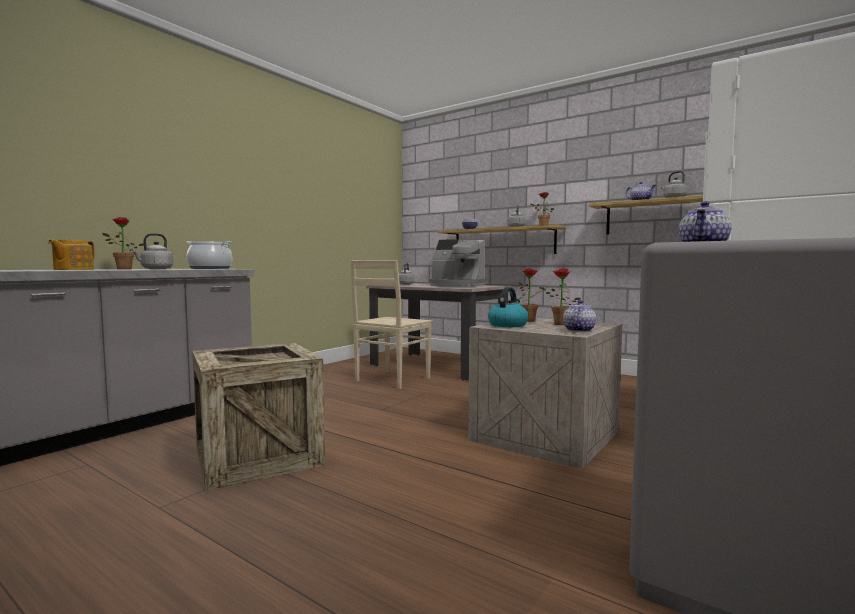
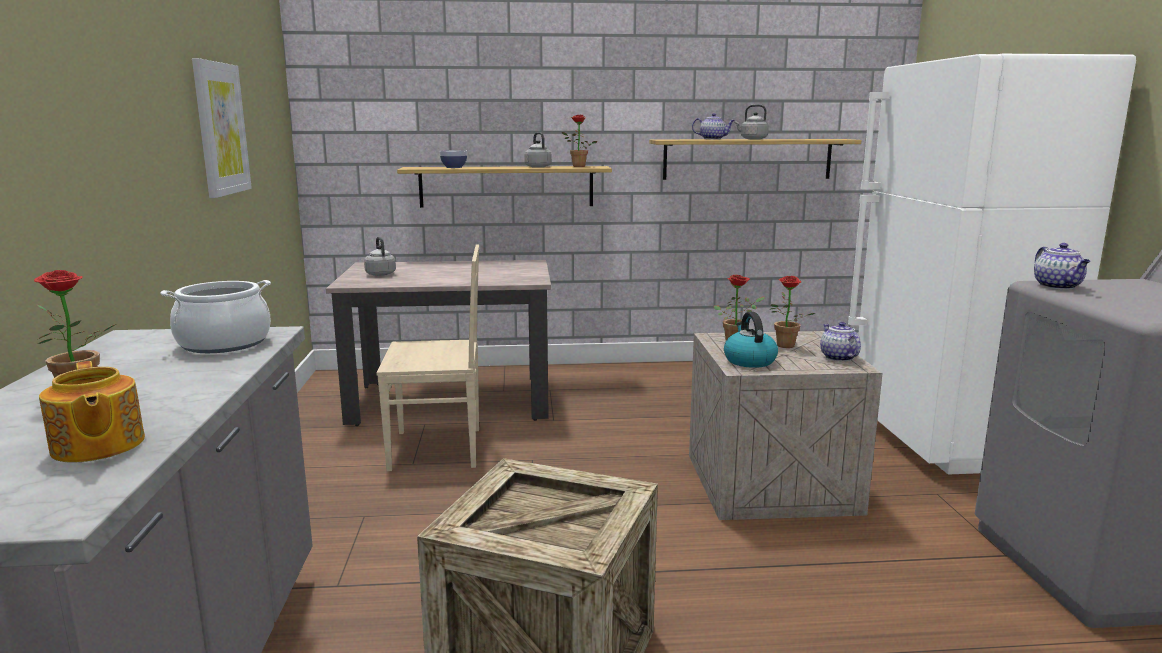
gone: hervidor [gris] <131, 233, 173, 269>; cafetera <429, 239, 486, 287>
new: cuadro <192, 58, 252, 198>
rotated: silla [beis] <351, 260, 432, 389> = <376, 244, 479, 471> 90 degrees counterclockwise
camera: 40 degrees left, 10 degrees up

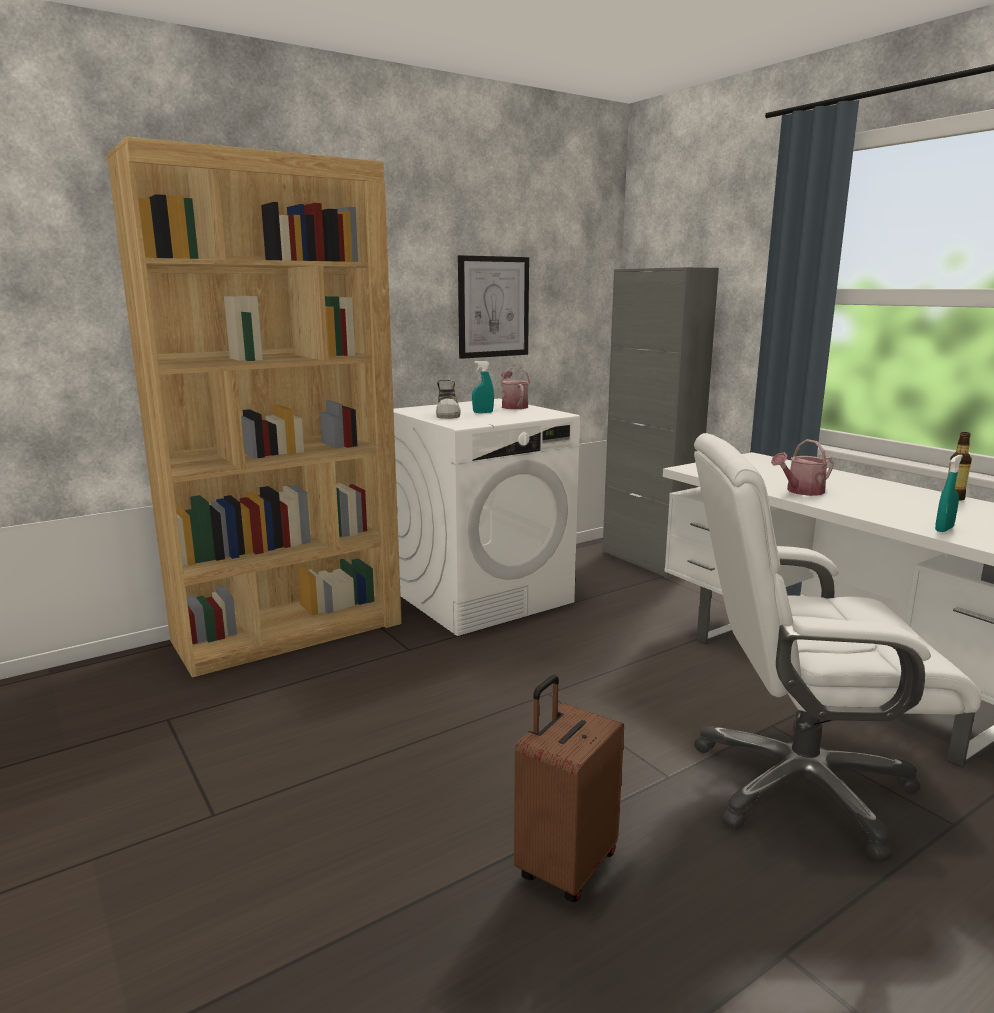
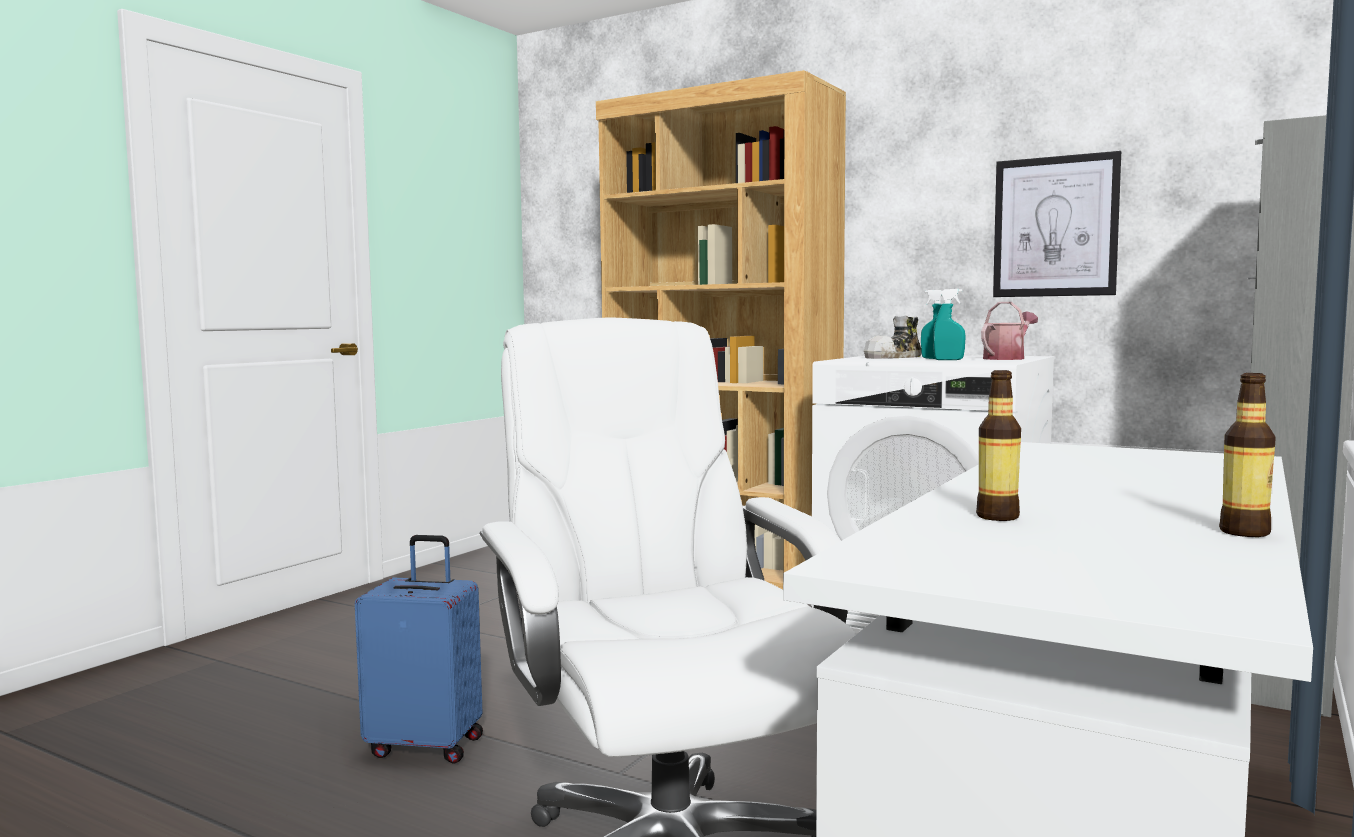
gone: regadera <771, 439, 834, 496>
new: botella <976, 370, 1021, 521>
shifted: pulverizador [turquesa] <935, 455, 963, 532> to <933, 289, 966, 360>
repainted: maleta [marrón] <514, 675, 624, 902> to maleta [azul] <355, 535, 483, 763>
camera: 65 degrees right, 10 degrees down

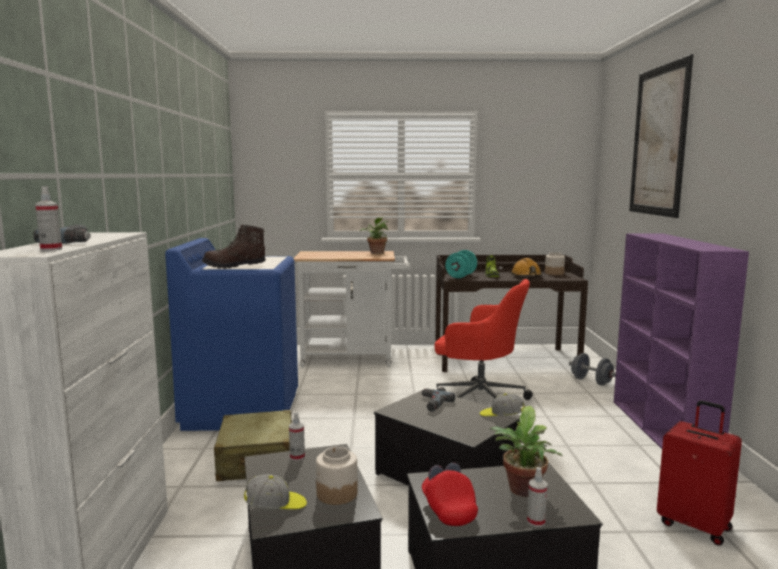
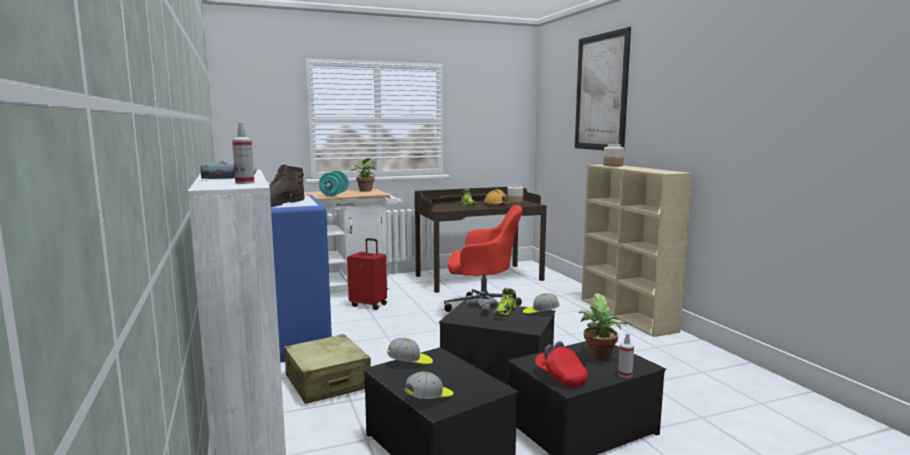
gone: mancuerna [gris] <569, 353, 616, 386>
new: zapato <494, 288, 517, 319>
shifted: mancuerna [turquesa] <445, 250, 477, 278> to <319, 170, 349, 196>; maleta [rojo] <657, 400, 742, 545> to <347, 238, 387, 310>; tarro <316, 447, 358, 505> to <603, 144, 624, 166>
swapped: pulverizador <289, 412, 305, 461> to gorra <387, 338, 433, 364>
repainted: estantería [morado] <614, 233, 749, 449> to estantería [beis] <581, 164, 693, 337>
camera: 20 degrees left, 0 degrees up

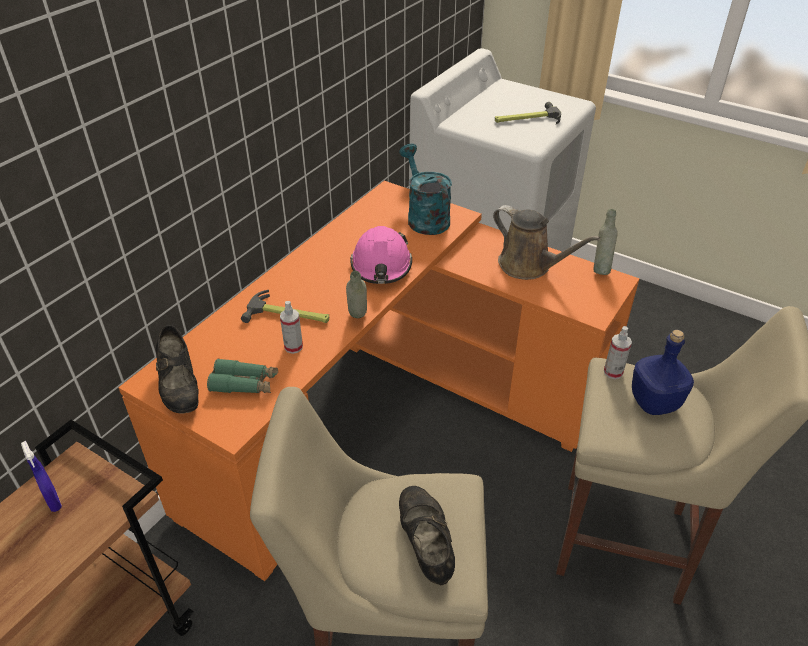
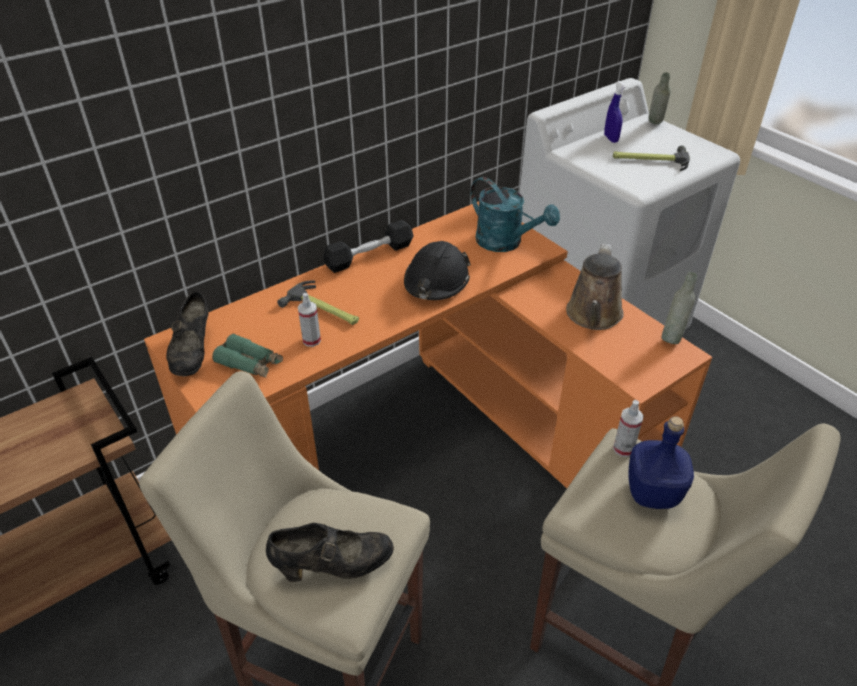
new: mancuerna [negro] <323, 220, 414, 273>
shifted: pulverizador [azul] <21, 441, 62, 512> to <604, 81, 626, 143>; botella [gris] <346, 270, 367, 318> to <649, 72, 671, 124>
repainted: casco [rosa] <350, 226, 412, 284> to casco [negro] <404, 241, 471, 300>
rotated: zapato [negro] <399, 486, 455, 585> = <266, 523, 394, 582> 75 degrees clockwise; regadera [turquesa] <399, 144, 452, 235> = <470, 177, 560, 252> 135 degrees clockwise; regadera [marrón] <493, 205, 600, 280> = <566, 244, 624, 330> 45 degrees clockwise
camera: 20 degrees right, 0 degrees up

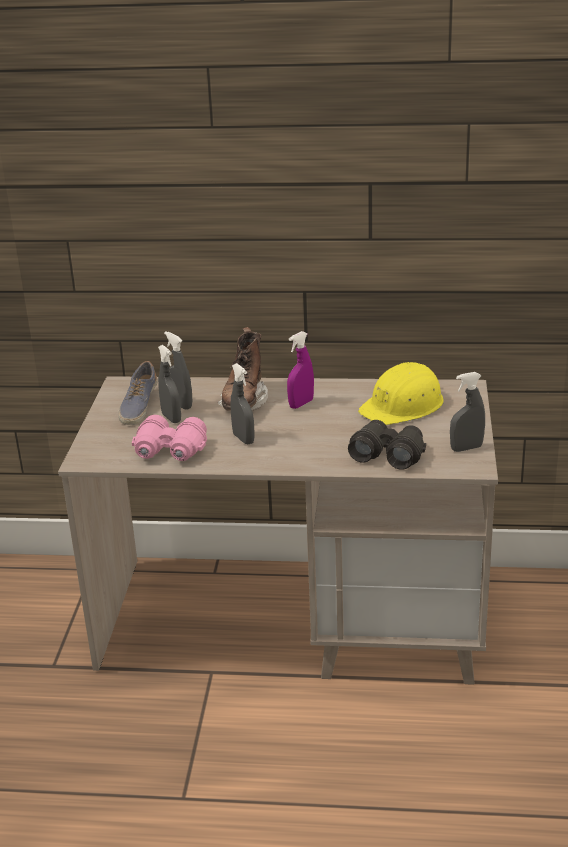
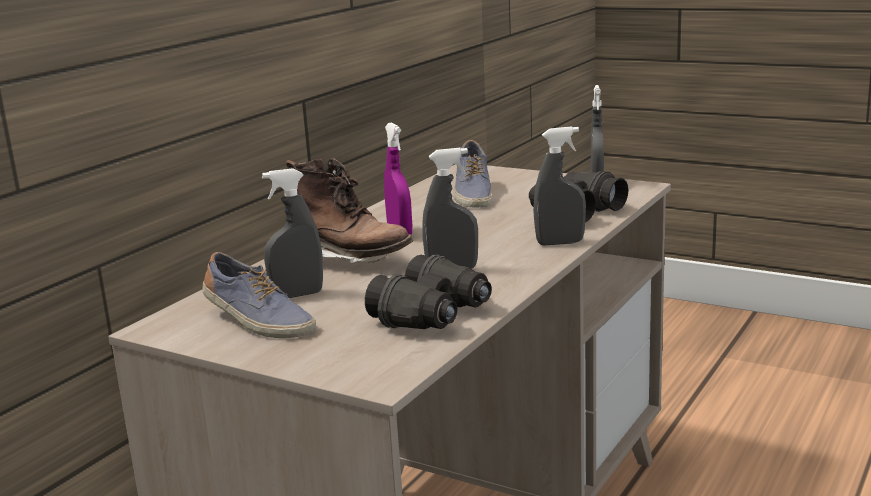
shifted: pulverizador [gris] <158, 345, 181, 423> to <533, 126, 586, 246>
swapped: casco [amarillo] <358, 362, 444, 425> to zapato <454, 140, 492, 207>
repainted: prismáticos [rosa] <132, 415, 207, 461> to prismáticos [negro] <365, 254, 492, 329>
camera: 65 degrees left, 10 degrees down

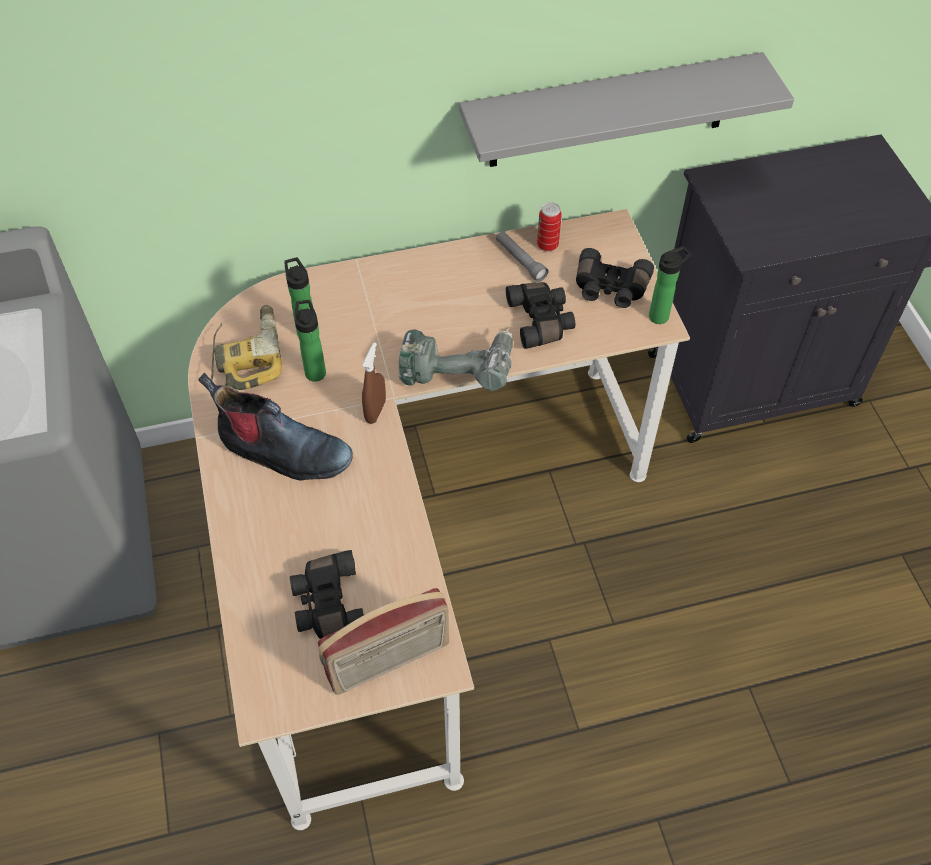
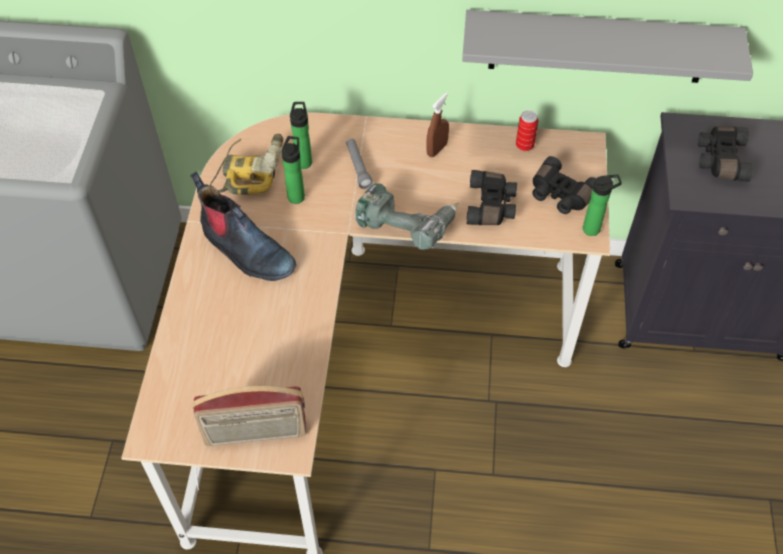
shifted: linterna [gris] <496, 231, 549, 282> to <346, 139, 373, 189>; pulverizador [marrón] <362, 343, 386, 424> to <426, 93, 449, 157>; prismáticos [negro] <290, 550, 364, 639> to <698, 127, 753, 182>
camera: 20 degrees right, 0 degrees up

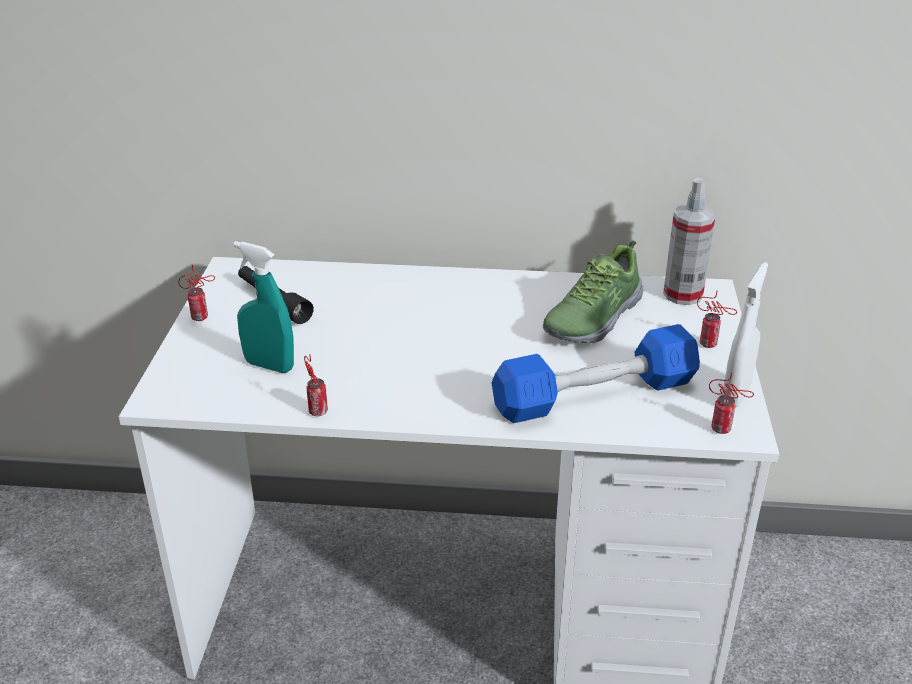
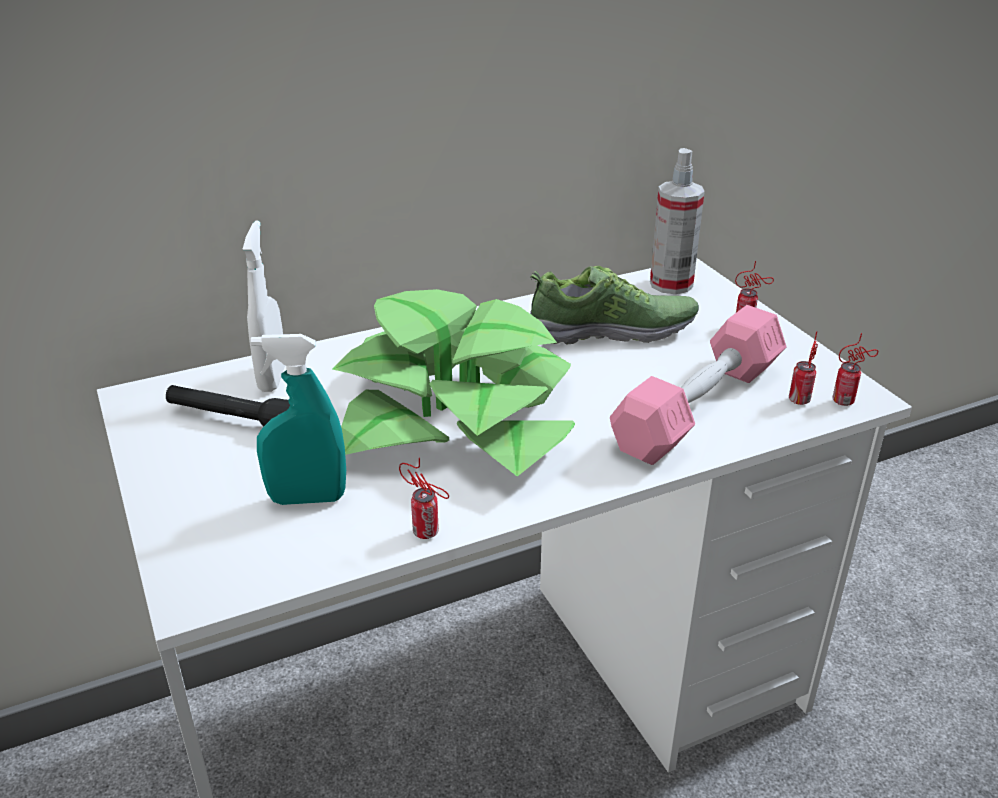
new: planta en maceta <333, 289, 575, 476>
shifted: pulverizador [blanco] <722, 262, 768, 408> to <243, 221, 285, 392>; lata <178, 265, 215, 321> to <789, 331, 818, 405>
repainted: mancuerna [azul] <492, 324, 700, 423> to mancuerna [rosa] <610, 305, 787, 465>
rotated: zapato <543, 240, 643, 343> = <530, 266, 699, 345> 105 degrees counterclockwise
camera: 30 degrees left, 0 degrees up

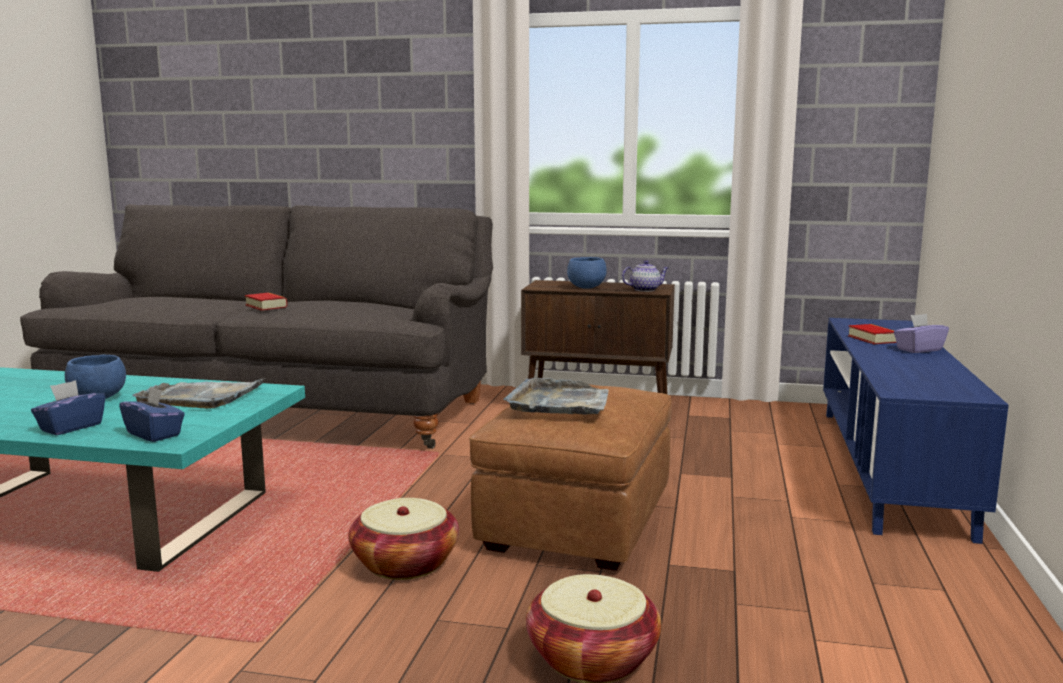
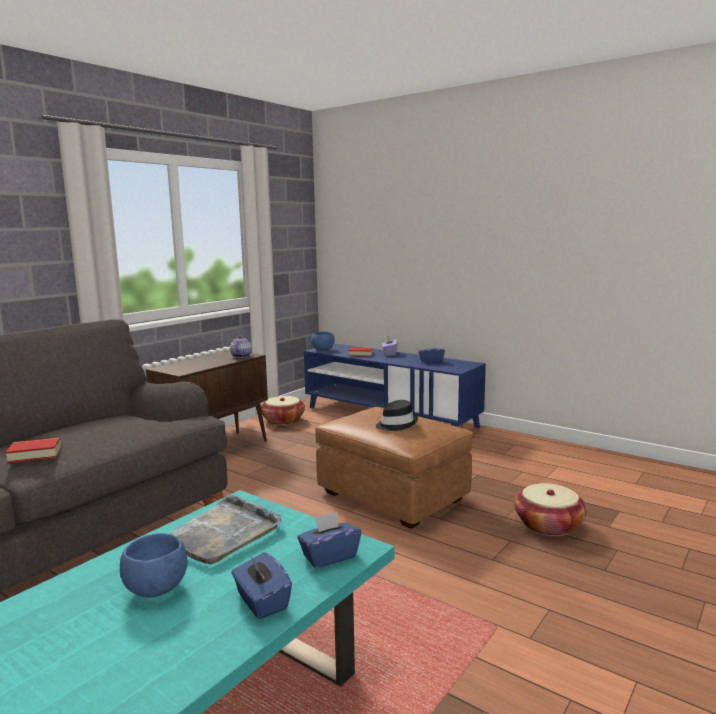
new: caja de pañuelos [azul] <418, 342, 445, 363>
shifted: cesta <348, 498, 459, 580> to <261, 396, 305, 425>; cuenco [azul] <567, 257, 607, 289> to <311, 332, 335, 351>
swapped: bandeja [gris] <503, 378, 609, 414> to sombrero [negro] <376, 400, 418, 431>
camera: 65 degrees left, 0 degrees up

